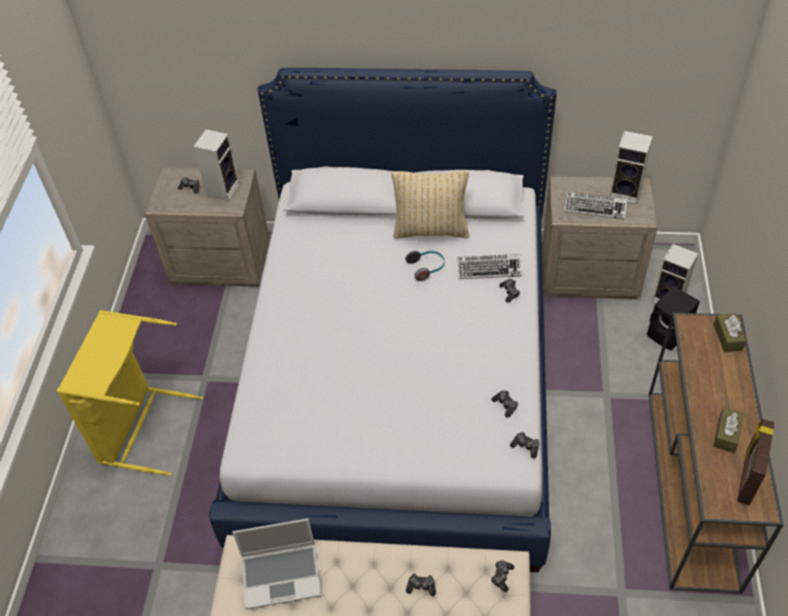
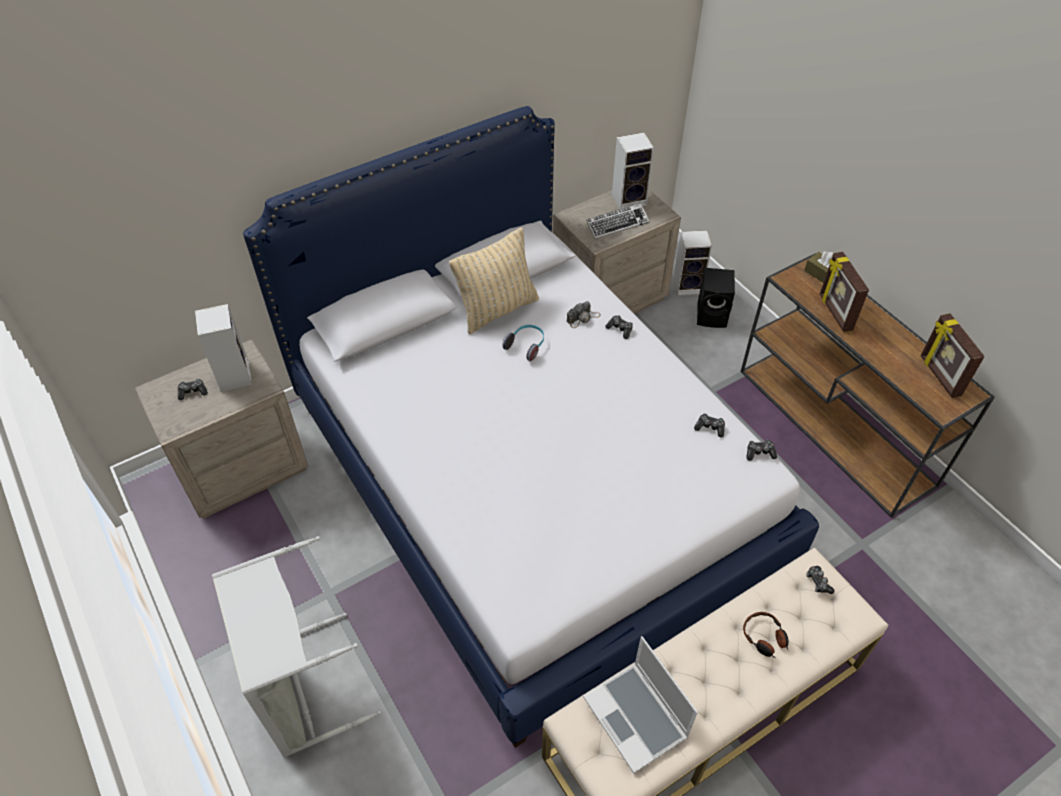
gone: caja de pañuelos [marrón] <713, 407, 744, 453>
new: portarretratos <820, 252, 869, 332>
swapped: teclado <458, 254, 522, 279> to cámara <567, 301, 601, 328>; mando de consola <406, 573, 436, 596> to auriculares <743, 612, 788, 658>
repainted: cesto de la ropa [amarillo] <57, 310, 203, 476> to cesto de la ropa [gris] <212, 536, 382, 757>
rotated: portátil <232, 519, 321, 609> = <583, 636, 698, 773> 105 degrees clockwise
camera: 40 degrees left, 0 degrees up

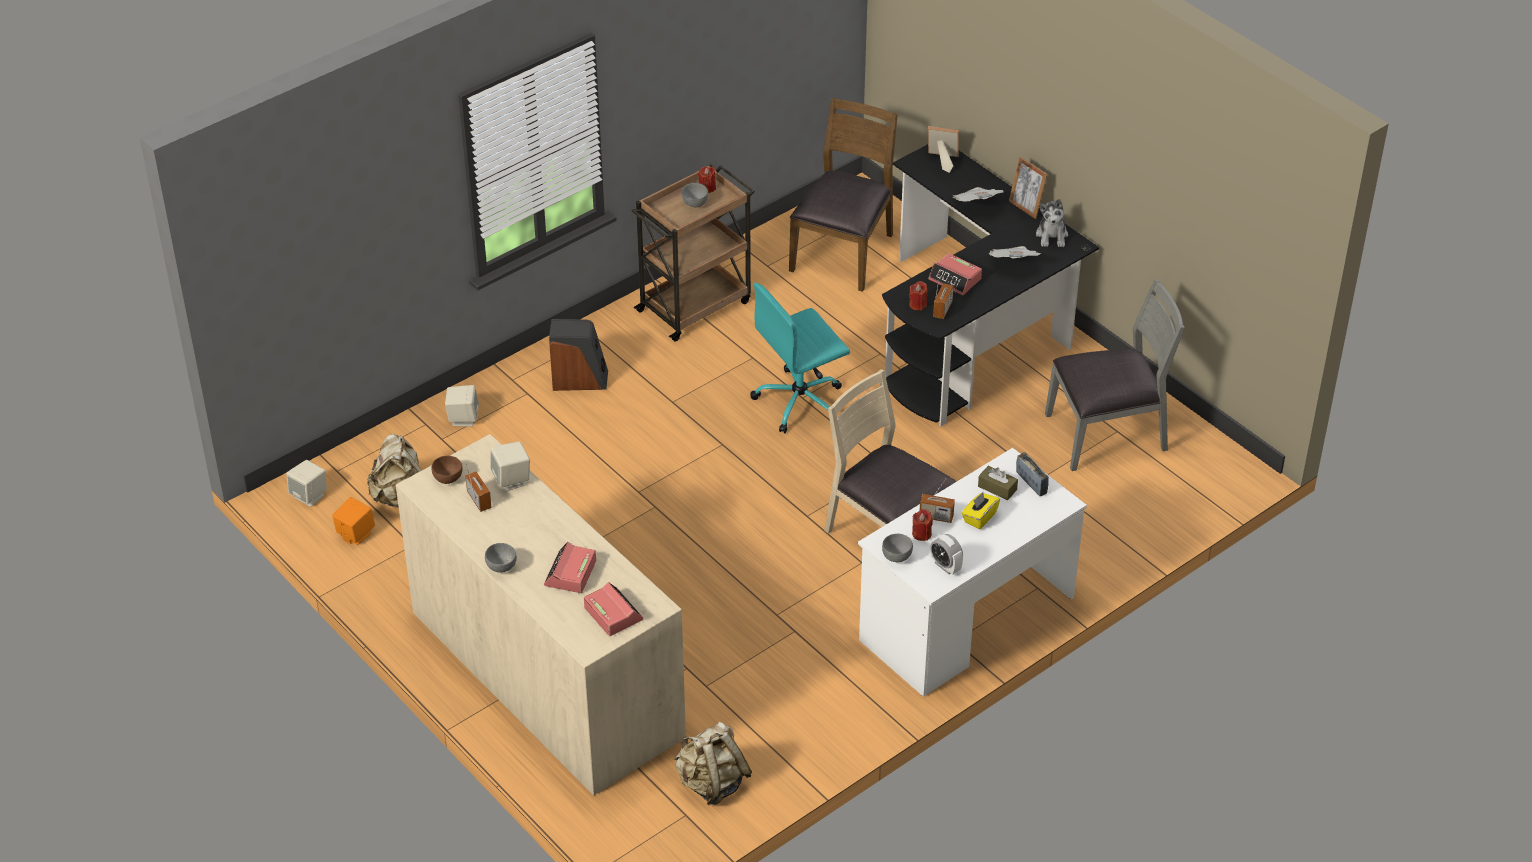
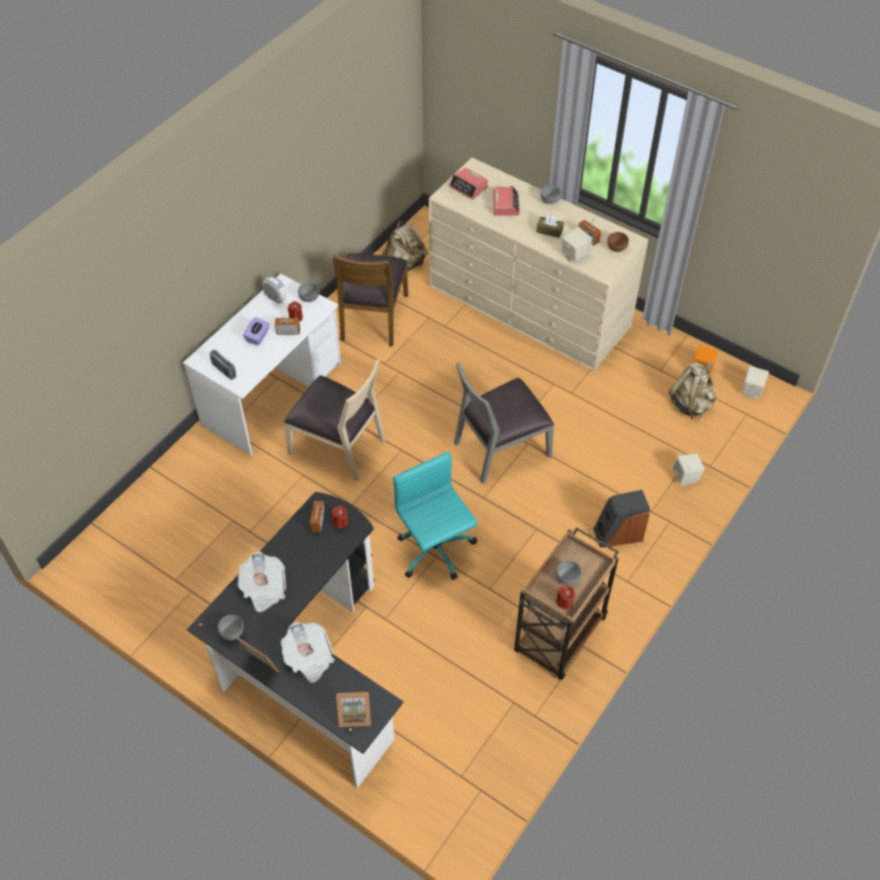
gone: despertador <928, 253, 982, 296>
shifted: silla [marrón] <789, 98, 898, 292> to <333, 253, 408, 347>; silla [gris] <1045, 279, 1185, 471> to <454, 362, 554, 484>; caja de pañuelos [marrón] <978, 466, 1018, 500> to <536, 215, 564, 238>
swapped: peluche <1036, 199, 1068, 247> to cuenco [gris] <218, 615, 244, 640>
repainted: caja de pañuelos [amarillo] <962, 492, 1000, 529> to caja de pañuelos [morado] <243, 317, 269, 345>
rotated: silla de oficina [turquesa] <750, 283, 850, 433> = <393, 451, 478, 580> 75 degrees counterclockwise
camera: 165 degrees right, 10 degrees up

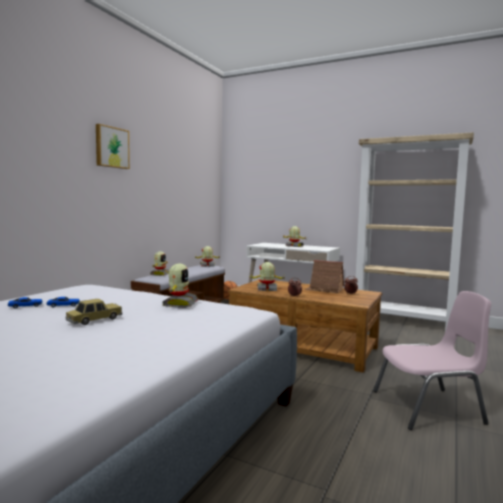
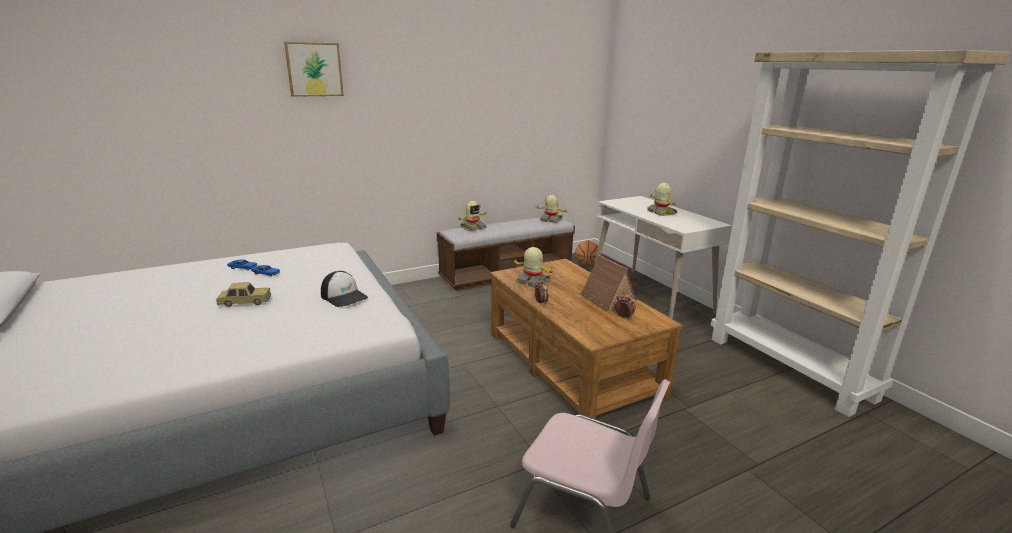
shifted: cuadro <96, 124, 130, 169> to <284, 42, 344, 97>
swapped: robot de juguete <162, 263, 198, 308> to gorra <321, 271, 368, 307>
camera: 35 degrees right, 15 degrees up

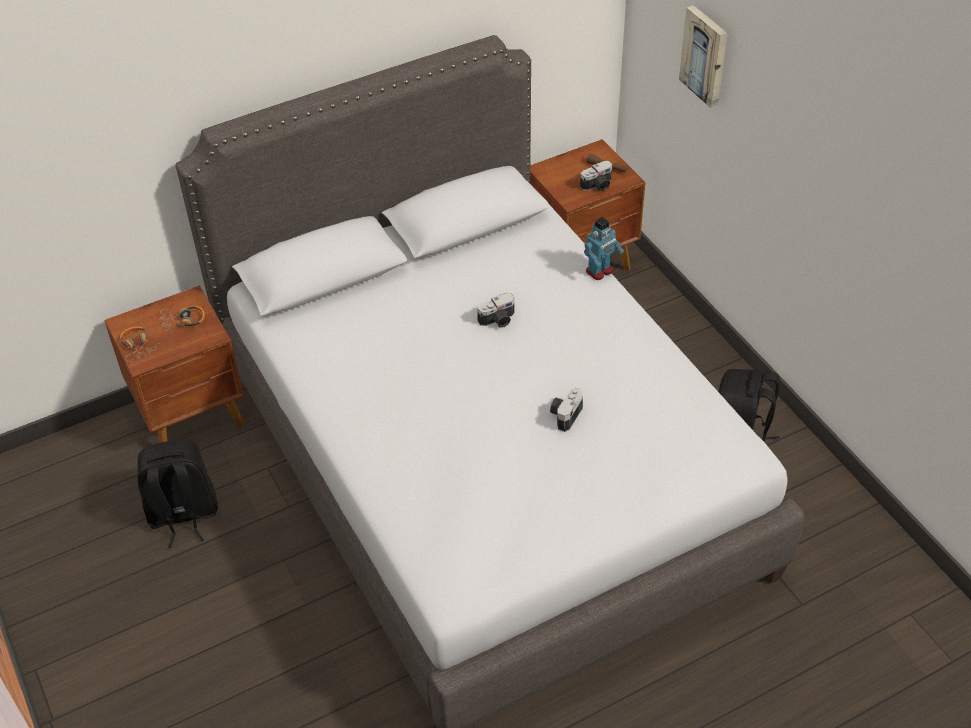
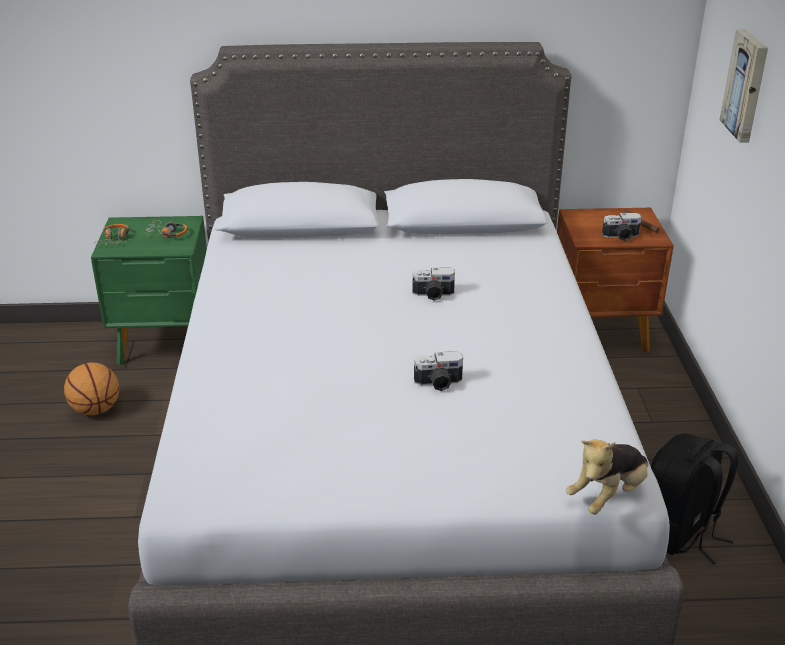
gone: robot de juguete <584, 217, 624, 280>
new: peluche <566, 439, 648, 515>
swapped: mochila [negro] <138, 439, 218, 548> to balón de baloncesto <64, 362, 119, 415>
repainted: mesita de noche [marrón] <105, 286, 245, 443> to mesita de noche [verde] <91, 216, 207, 365>
rotated: cámara <550, 388, 583, 432> = <414, 351, 463, 391> 150 degrees counterclockwise
camera: 25 degrees right, 15 degrees down

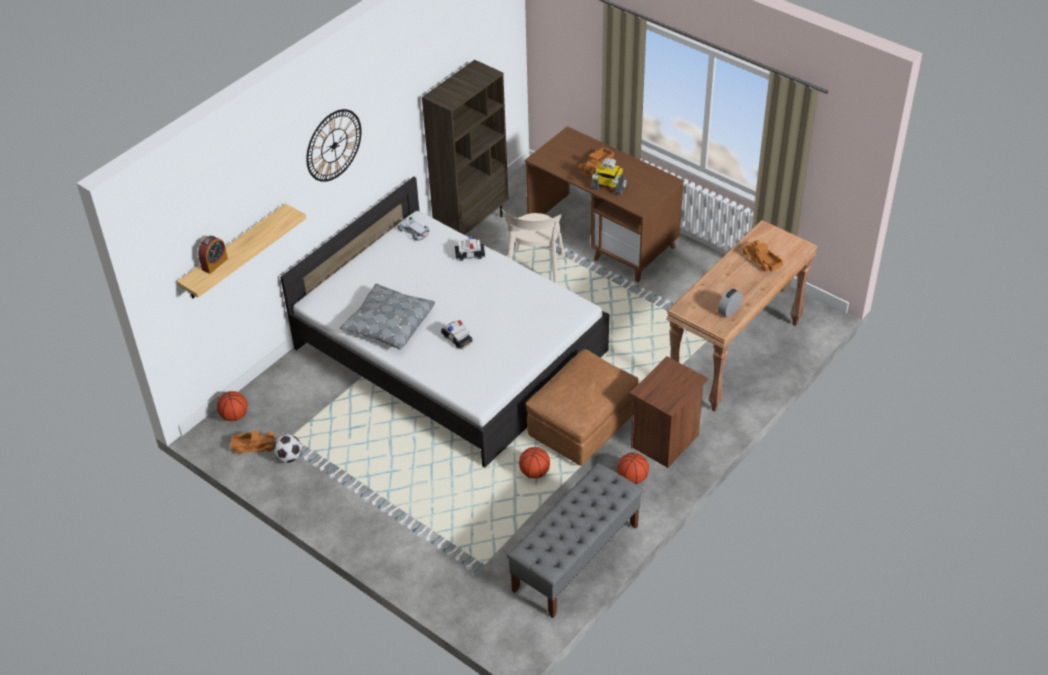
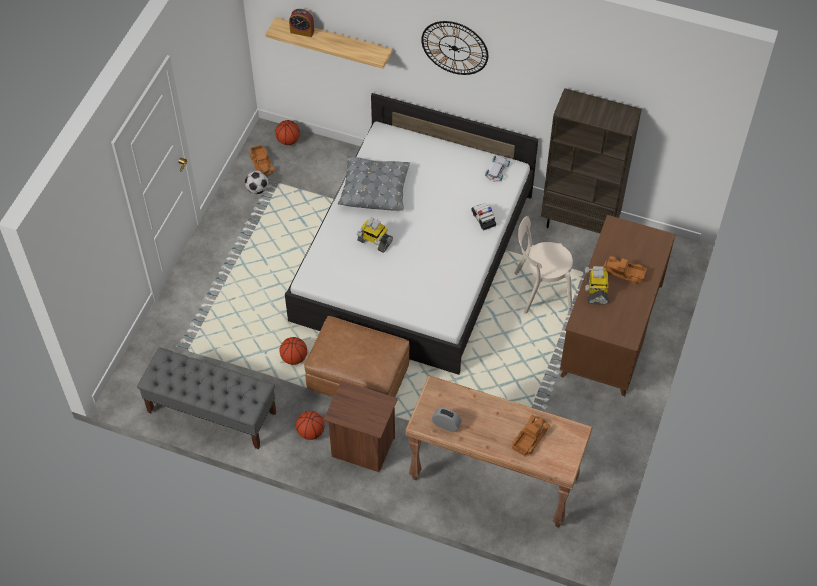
swapped: coche de juguete <441, 320, 473, 349> to robot de juguete <357, 217, 393, 253>
camera: 70 degrees right, 10 degrees up

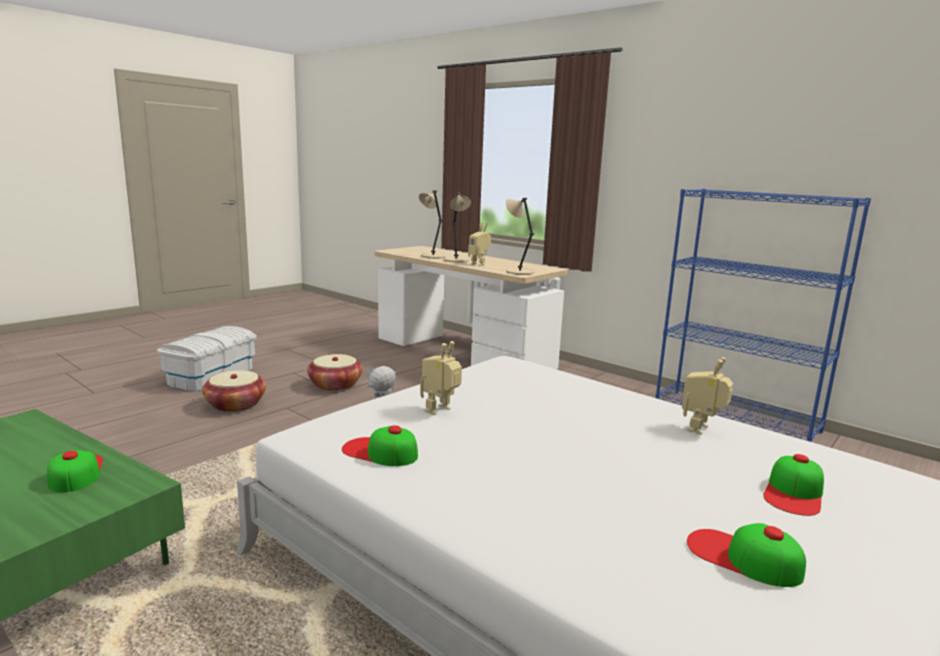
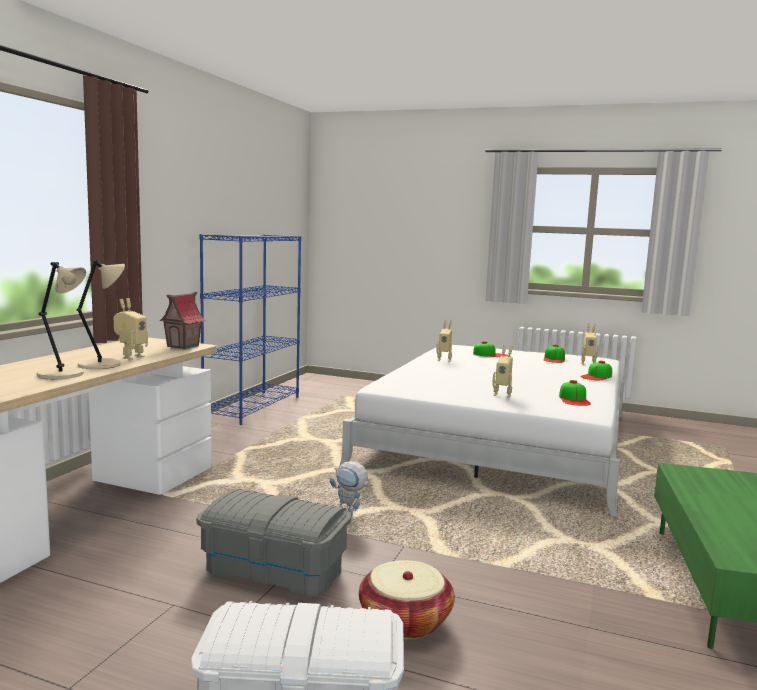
new: robot de juguete <581, 323, 599, 364>
shifted: gorra <47, 450, 103, 493> to <580, 360, 612, 380>
swapped: lámpara de mesa [beis] <506, 198, 534, 275> to casita <159, 292, 205, 349>; cesta <307, 354, 363, 391> to caja de almacenaje [gris] <196, 489, 351, 596>
camera: 110 degrees left, 5 degrees down

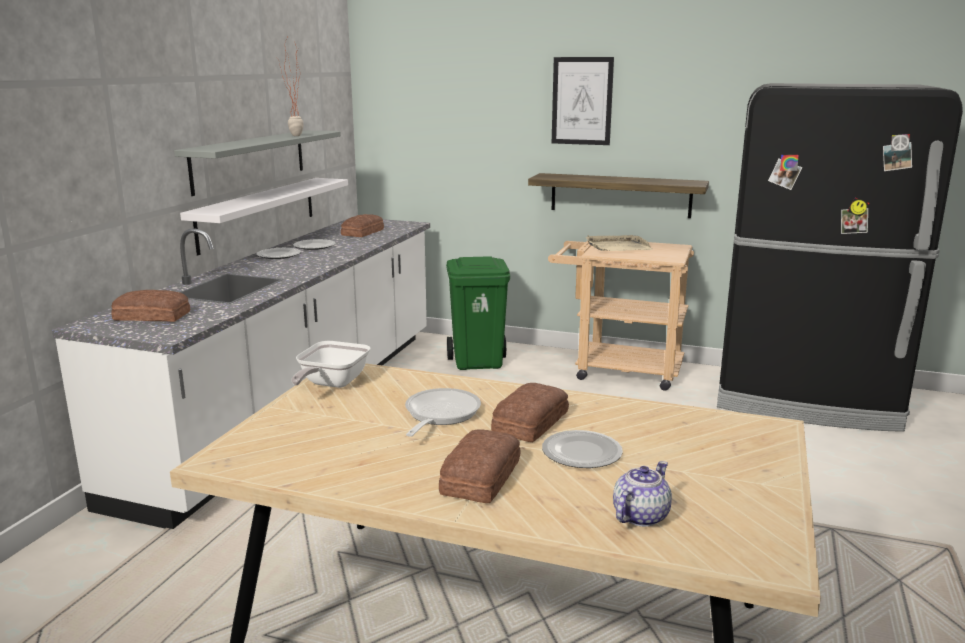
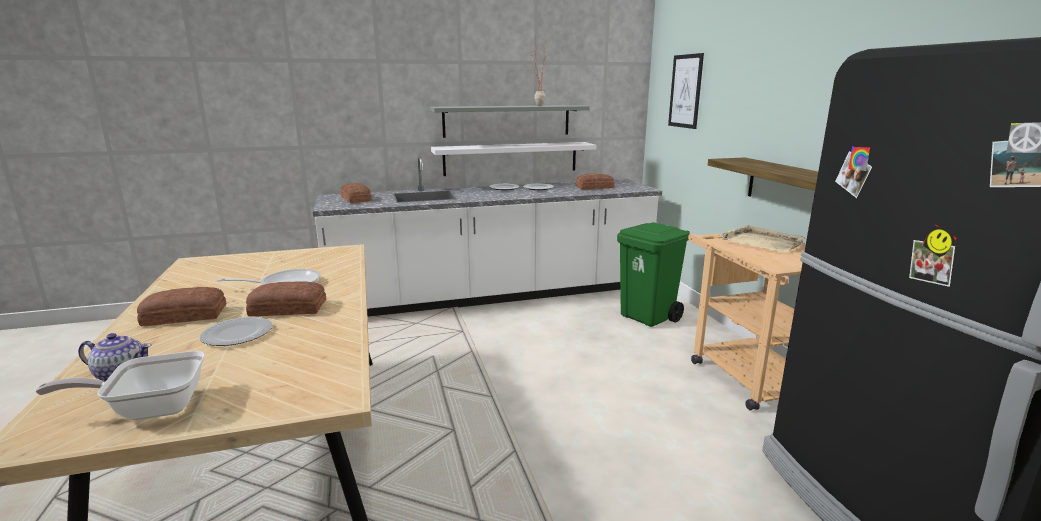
shifted: sartén <291, 341, 371, 388> to <36, 351, 204, 420>; cuadro <552, 57, 614, 145> to <668, 53, 704, 129>
camera: 55 degrees right, 0 degrees up

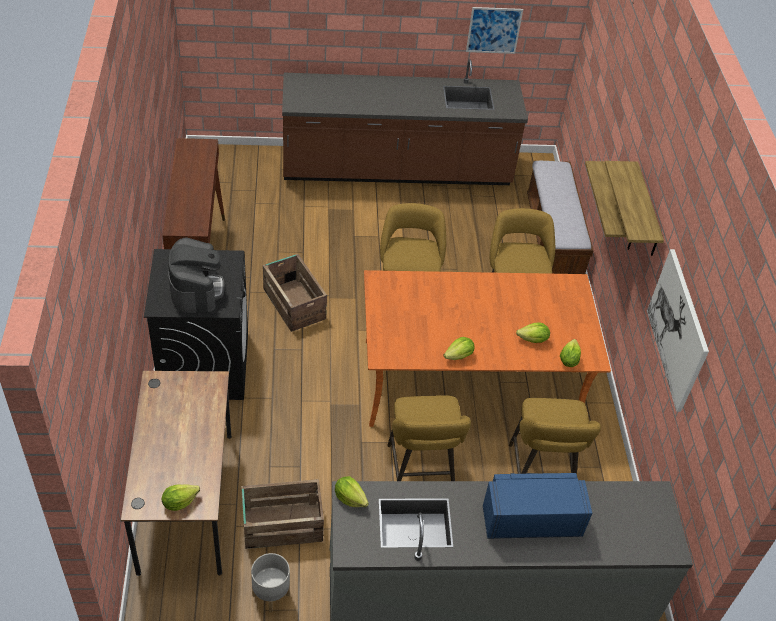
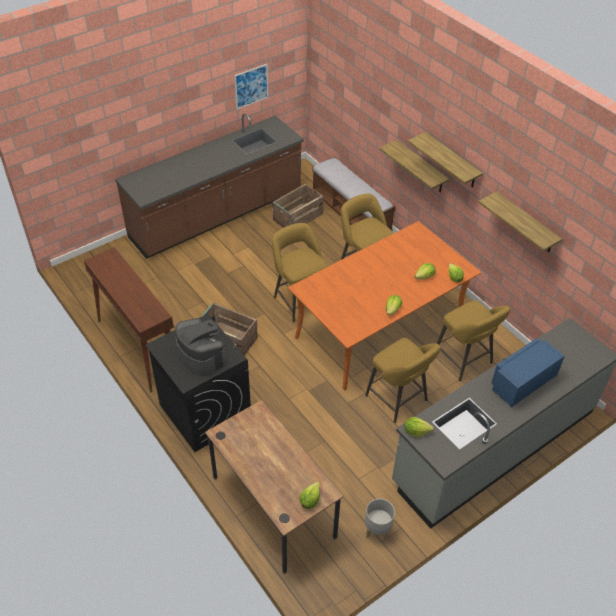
shifted: caja de embalaje <241, 479, 324, 549> to <273, 184, 323, 228>
swapped: cuadro <647, 249, 709, 412> to estante <478, 191, 562, 252>
camera: 30 degrees left, 0 degrees up

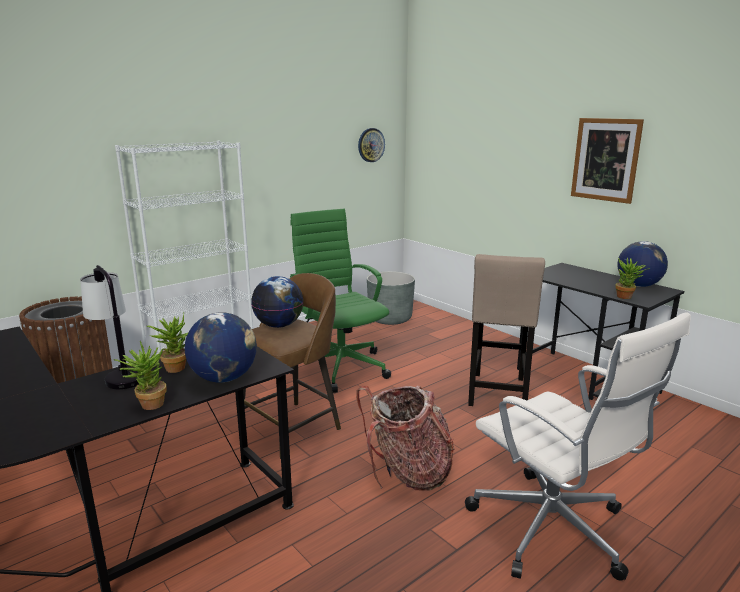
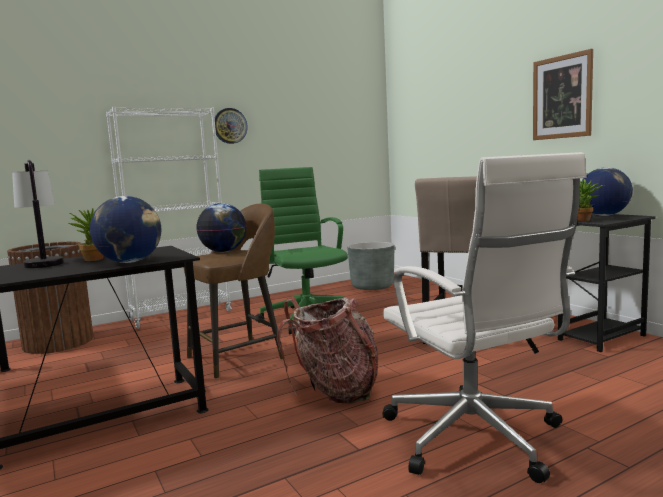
gone: planta en maceta <113, 341, 166, 410>
shifted: reloj de pared <358, 128, 385, 162> to <215, 108, 248, 144>
camera: 10 degrees right, 10 degrees down

